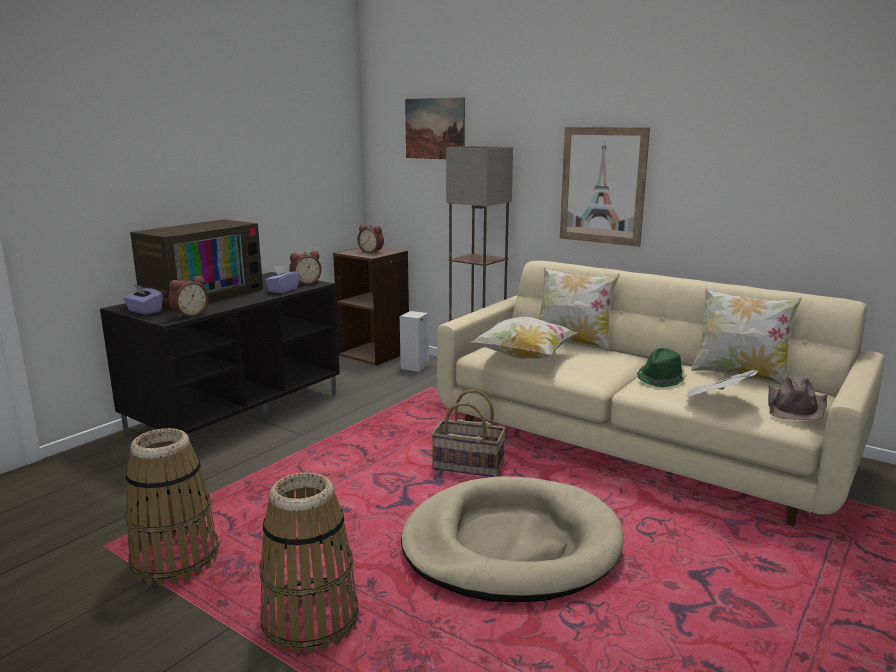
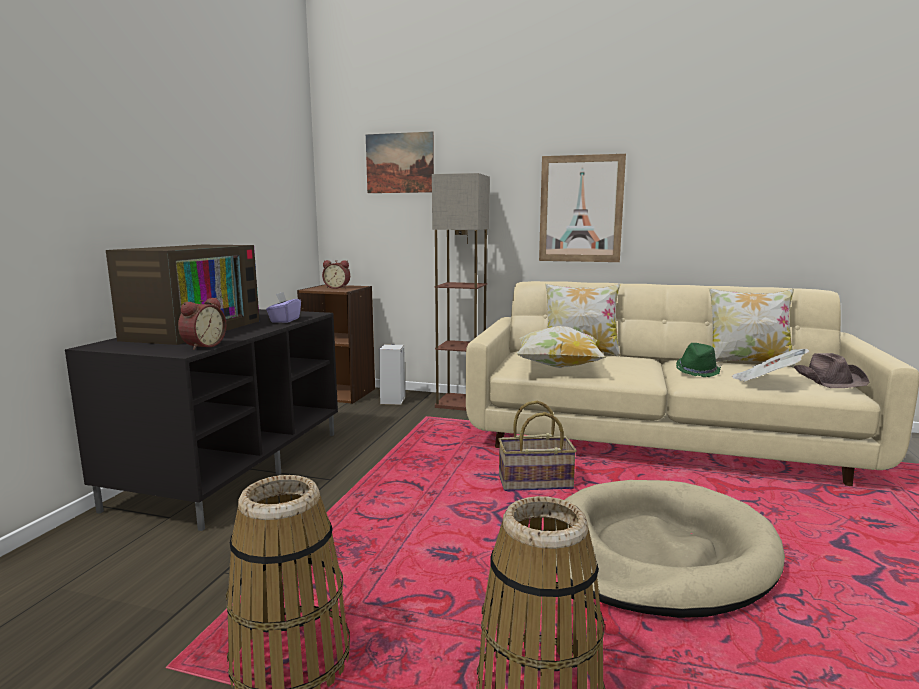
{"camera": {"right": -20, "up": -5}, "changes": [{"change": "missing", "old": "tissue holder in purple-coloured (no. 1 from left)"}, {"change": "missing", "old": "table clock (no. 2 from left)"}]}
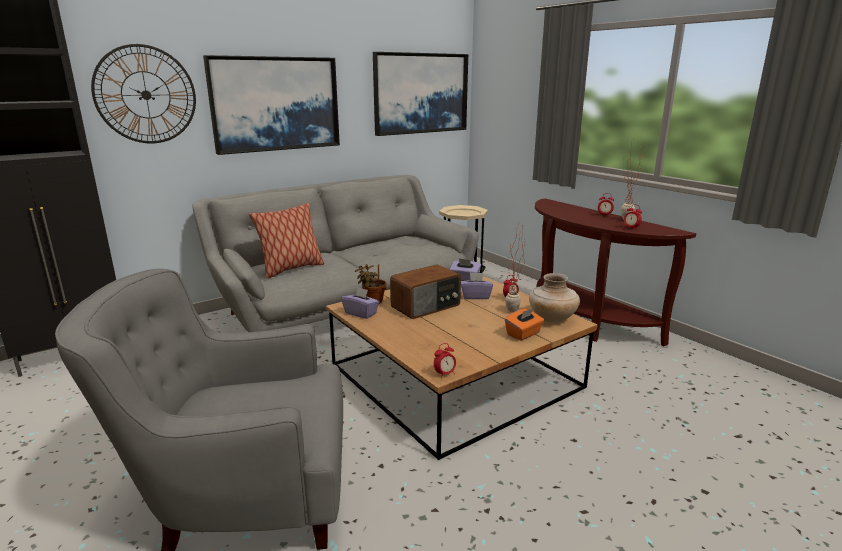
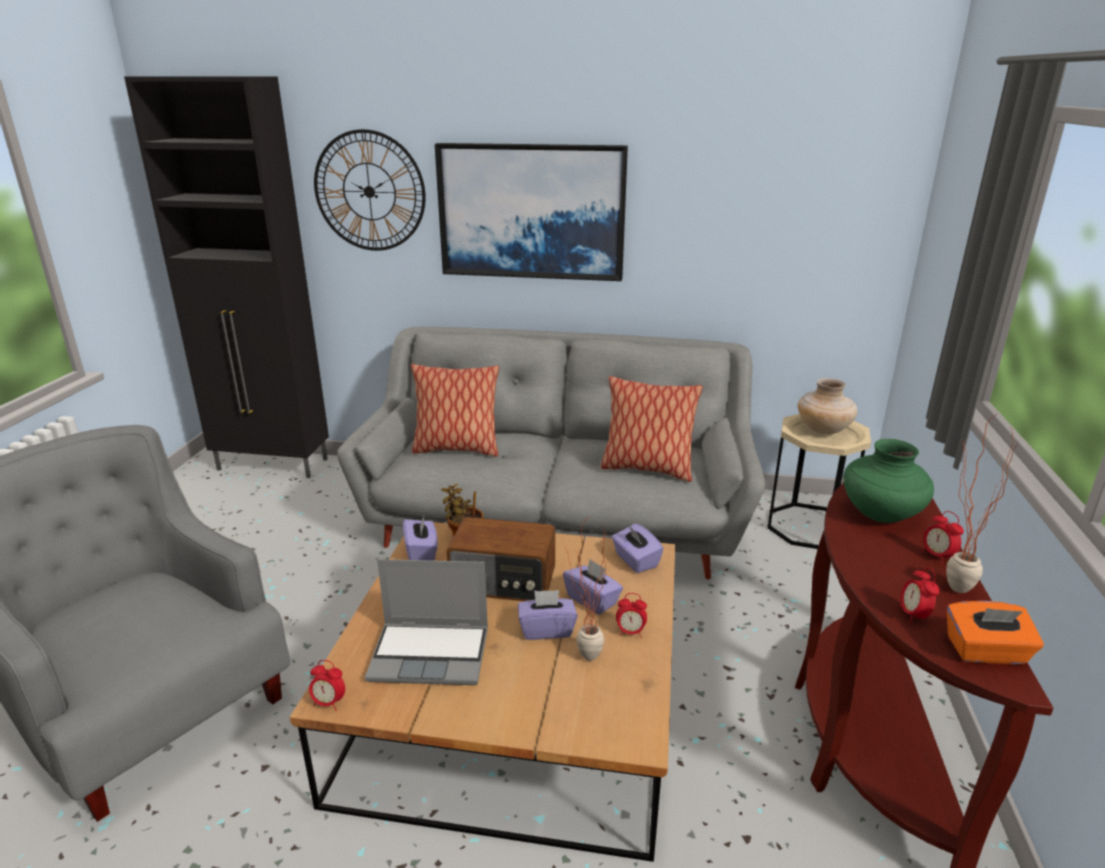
{"camera": {"right": 45, "up": 5}, "changes": [{"change": "missing", "old": "wall art (no. 2 from left)"}, {"change": "appeared", "new": "laptop"}, {"change": "appeared", "new": "tissue holder in purple-coloured (no. 2 from left)"}, {"change": "appeared", "new": "cushion (no. 2 from left)"}, {"change": "appeared", "new": "vase in green-coloured"}, {"change": "relocated", "old": "tissue holder in orange"}, {"change": "relocated", "old": "vase in sand-coloured"}]}
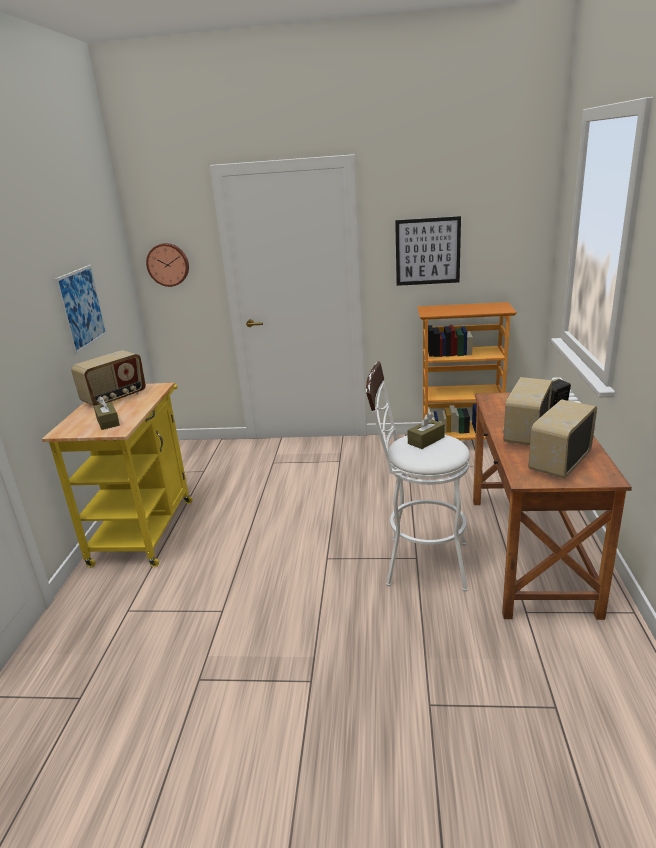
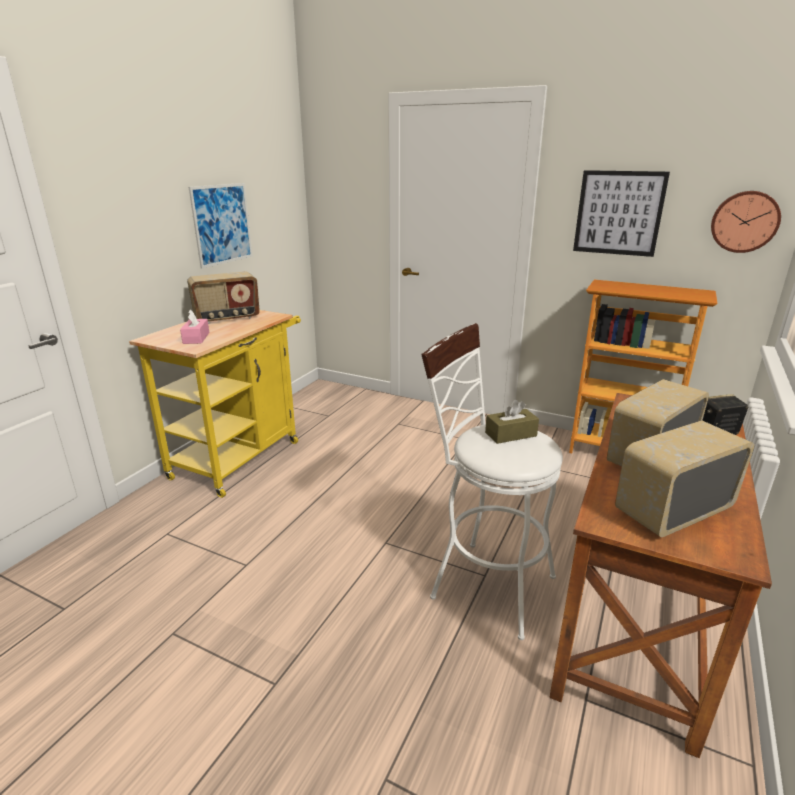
{"camera": {"right": 20, "up": 0}, "changes": [{"change": "relocated", "old": "hanging clock"}, {"change": "colour", "old": "tissue holder in brown (no. 1 from left)", "new": "tissue holder in pink"}]}
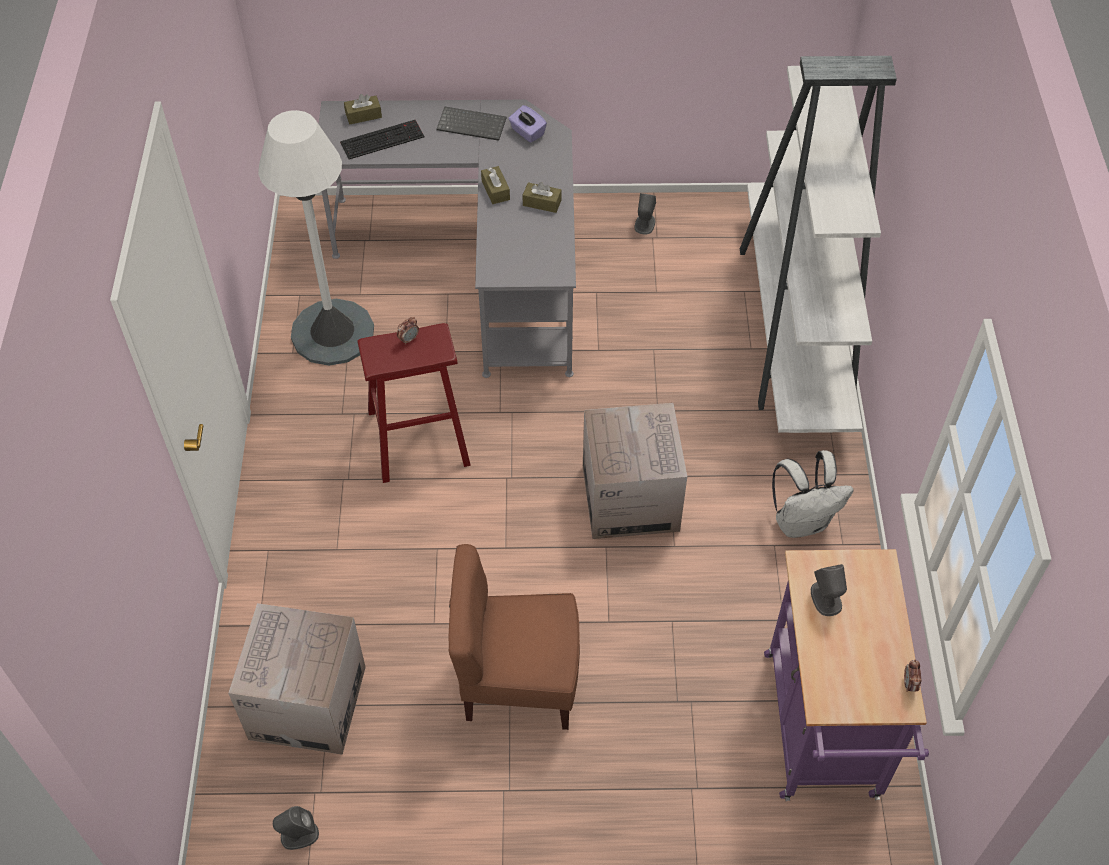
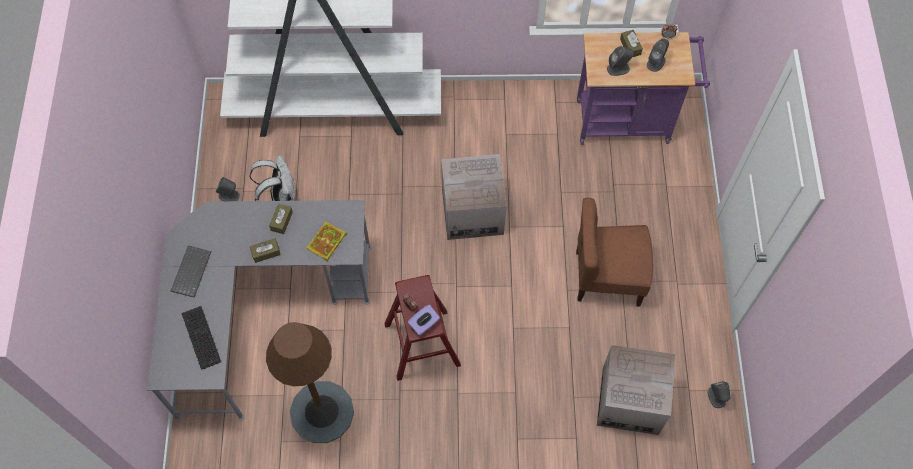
{"camera": {"right": -90, "up": 10}, "changes": [{"change": "appeared", "new": "volume"}, {"change": "appeared", "new": "loudspeaker in greyish (no. 3 from left)"}, {"change": "relocated", "old": "tissue holder in brown (no. 1 from left in the first image)", "new": "tissue holder in brown (no. 3 from left)"}, {"change": "relocated", "old": "tissue holder in purple-coloured"}, {"change": "relocated", "old": "knapsack in whitish"}, {"change": "colour", "old": "standard lamp in whitish", "new": "standard lamp in brown"}, {"change": "spun", "old": "chair in brown", "degrees": 90}]}
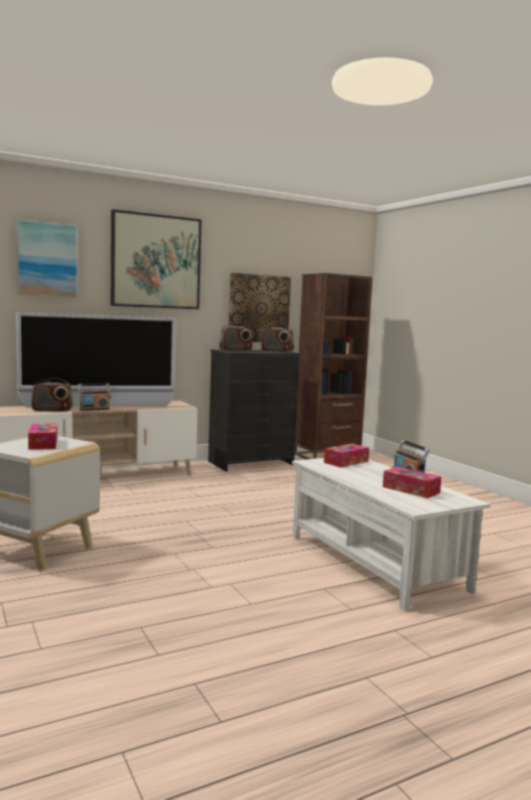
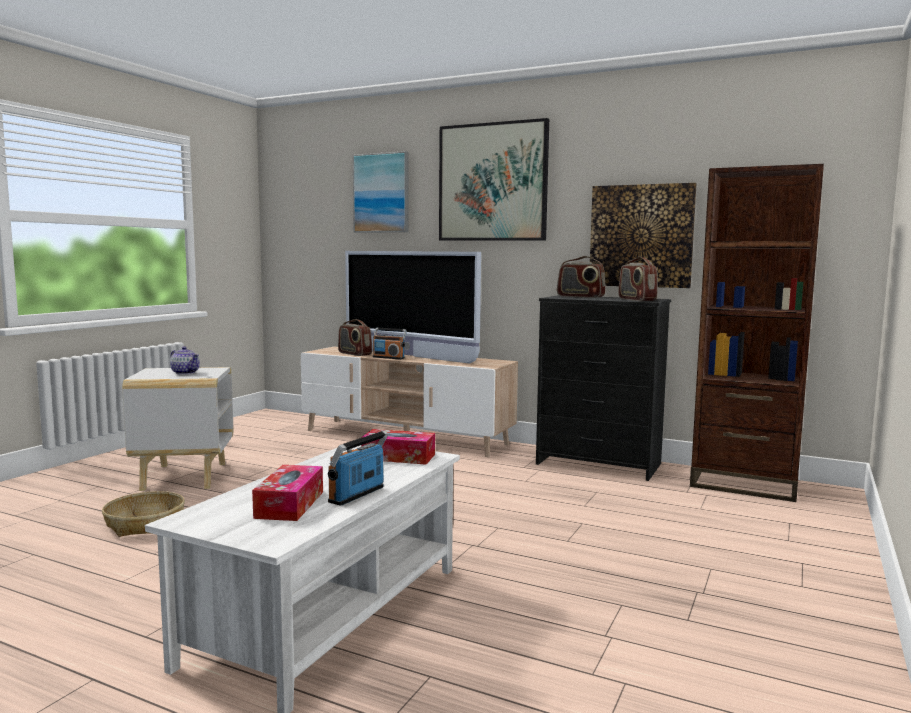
{"camera": {"right": 55, "up": 0}, "changes": [{"change": "appeared", "new": "basket"}, {"change": "exchanged", "old": "tissue holder (no. 1 from left)", "new": "teapot"}]}
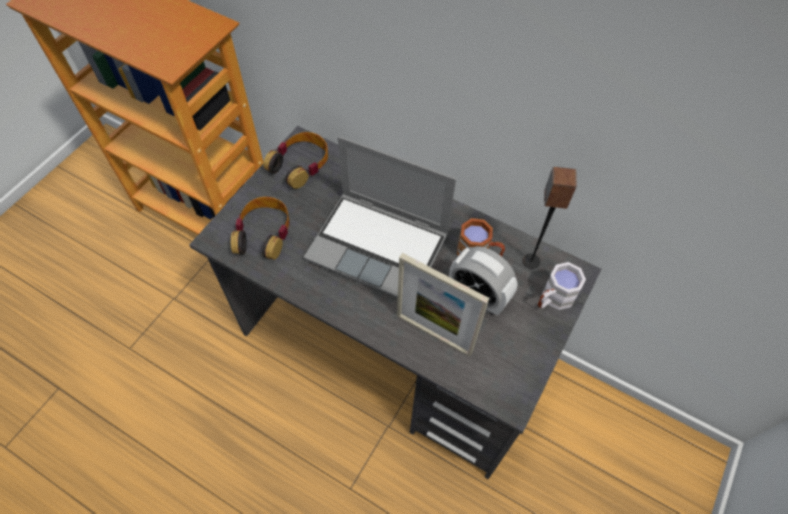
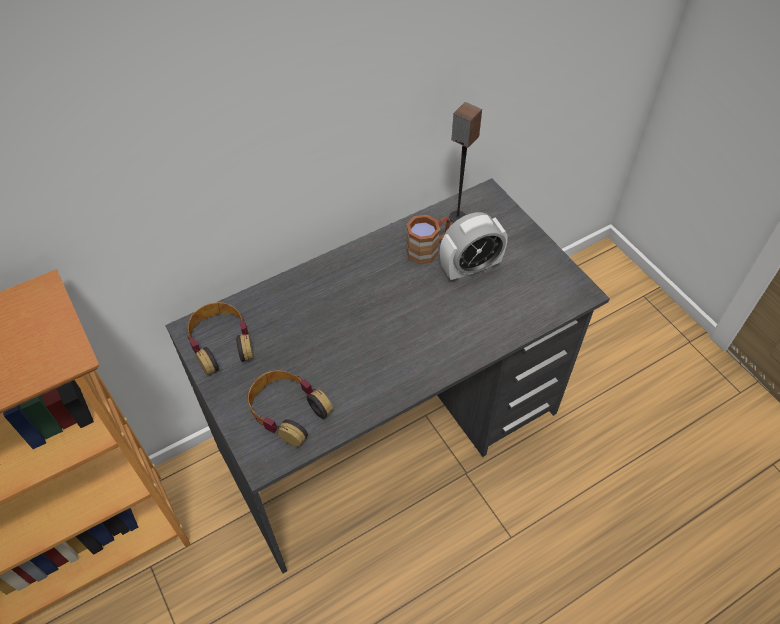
{"camera": {"right": -60, "up": -5}, "changes": [{"change": "missing", "old": "laptop"}, {"change": "missing", "old": "standing frame"}, {"change": "missing", "old": "mug in whitish"}]}
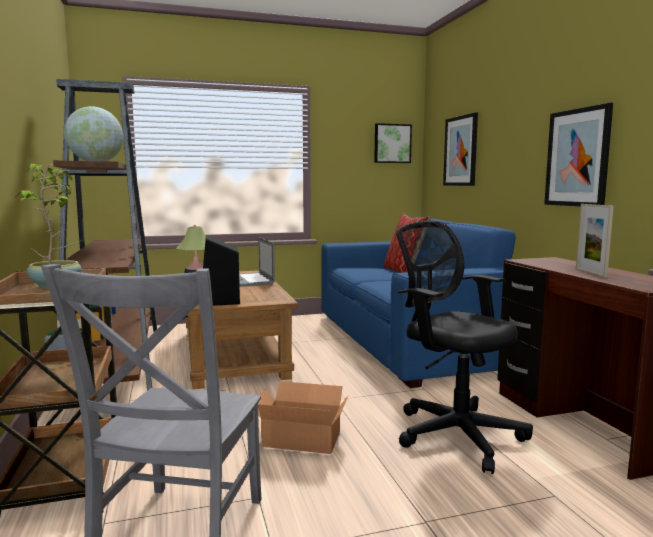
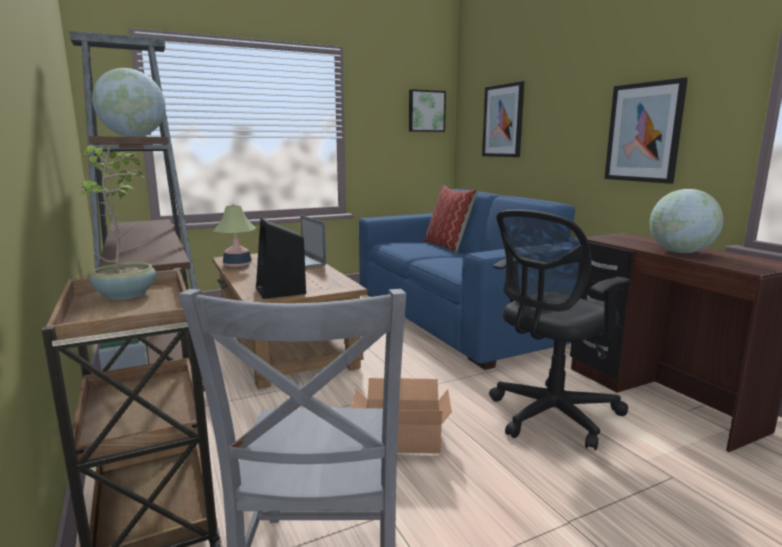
{"camera": {"right": -10, "up": 5}, "changes": [{"change": "exchanged", "old": "standing frame", "new": "globe (no. 2 from left)"}, {"change": "spun", "old": "computer chair in blackish", "degrees": -75}]}
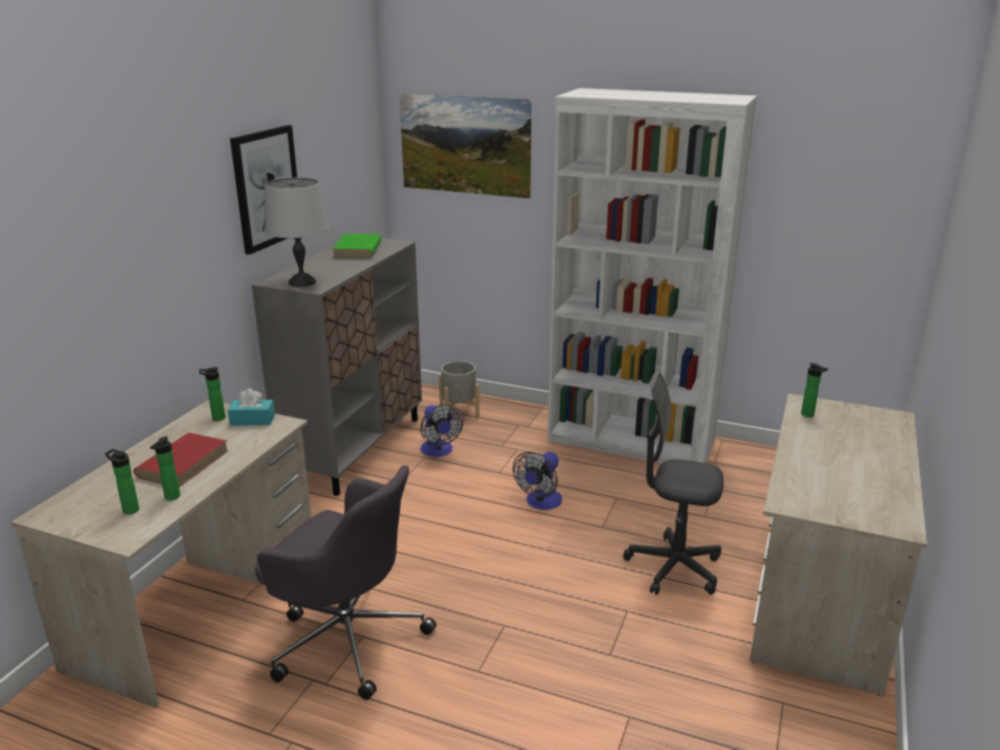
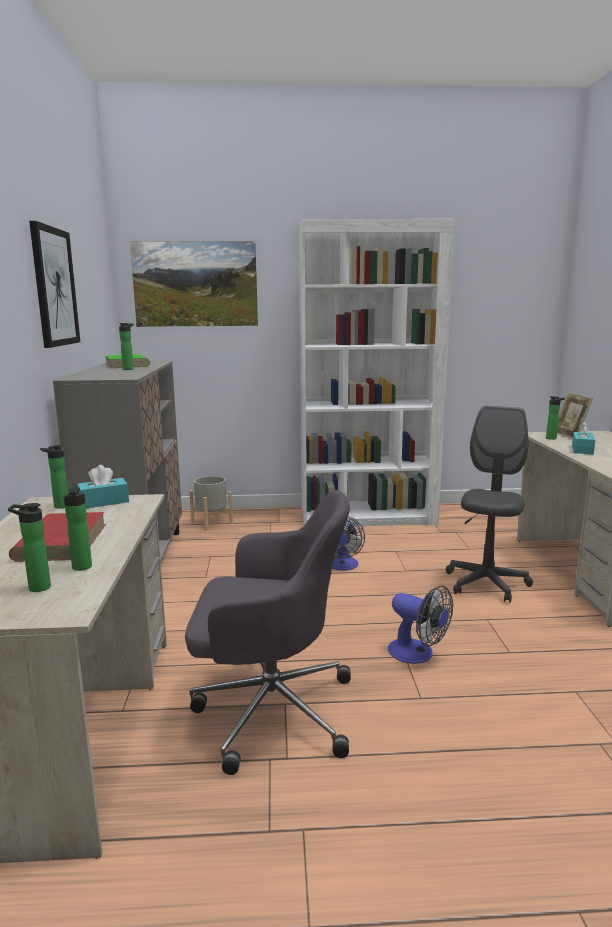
{"camera": {"right": -25, "up": -10}, "changes": [{"change": "missing", "old": "table lamp in greyish"}, {"change": "appeared", "new": "beverage bottle (no. 4 from left)"}, {"change": "appeared", "new": "standing frame"}, {"change": "appeared", "new": "tissue holder in blue-green (no. 2 from left)"}, {"change": "relocated", "old": "fan (no. 1 from left in the first image)", "new": "fan (no. 2 from left)"}, {"change": "spun", "old": "computer chair in greyish (no. 2 from left)", "degrees": 120}]}
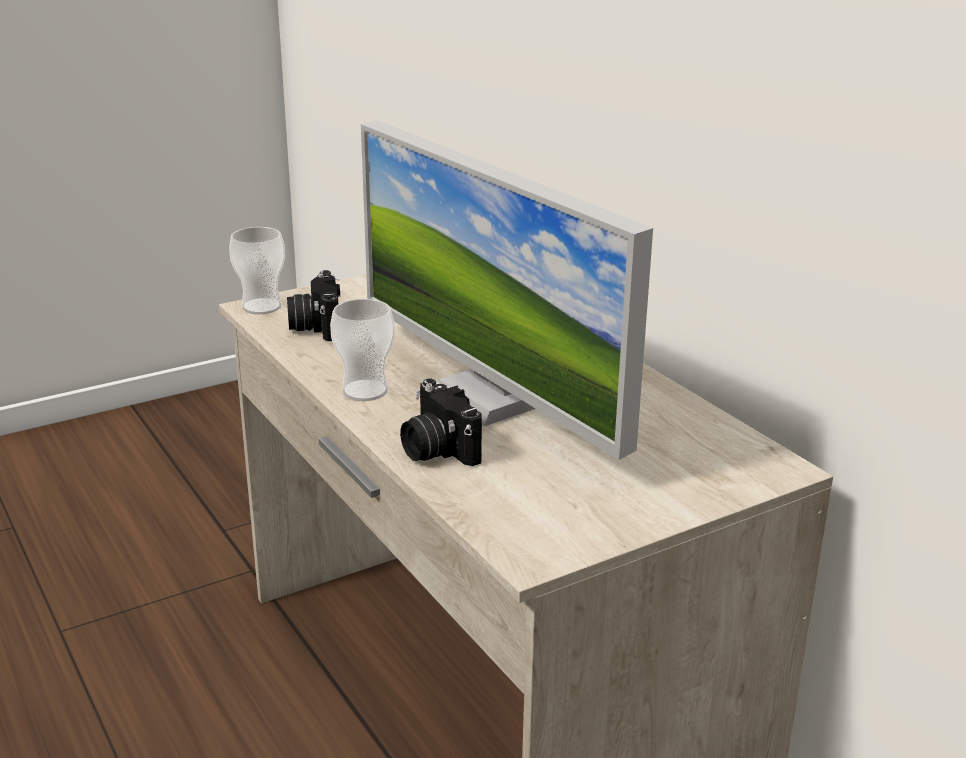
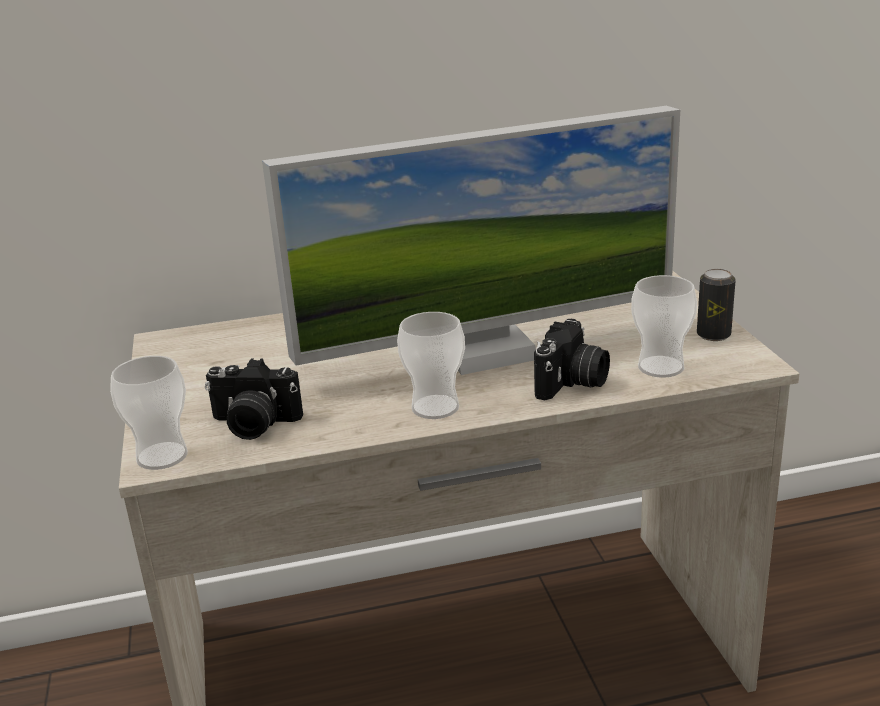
{"camera": {"right": -70, "up": 0}, "changes": [{"change": "appeared", "new": "cup (no. 3 from left)"}, {"change": "appeared", "new": "can"}, {"change": "spun", "old": "still camera (no. 2 from left)", "degrees": -45}]}
